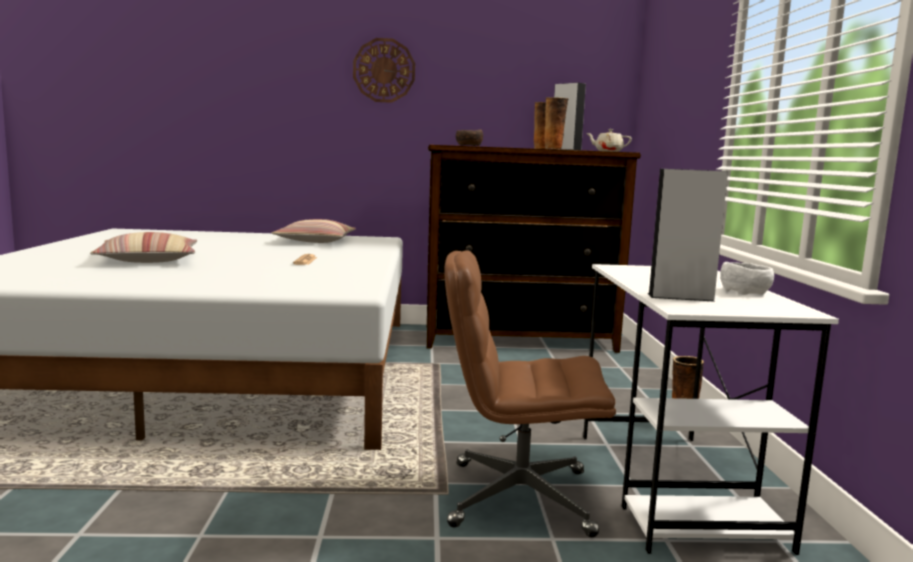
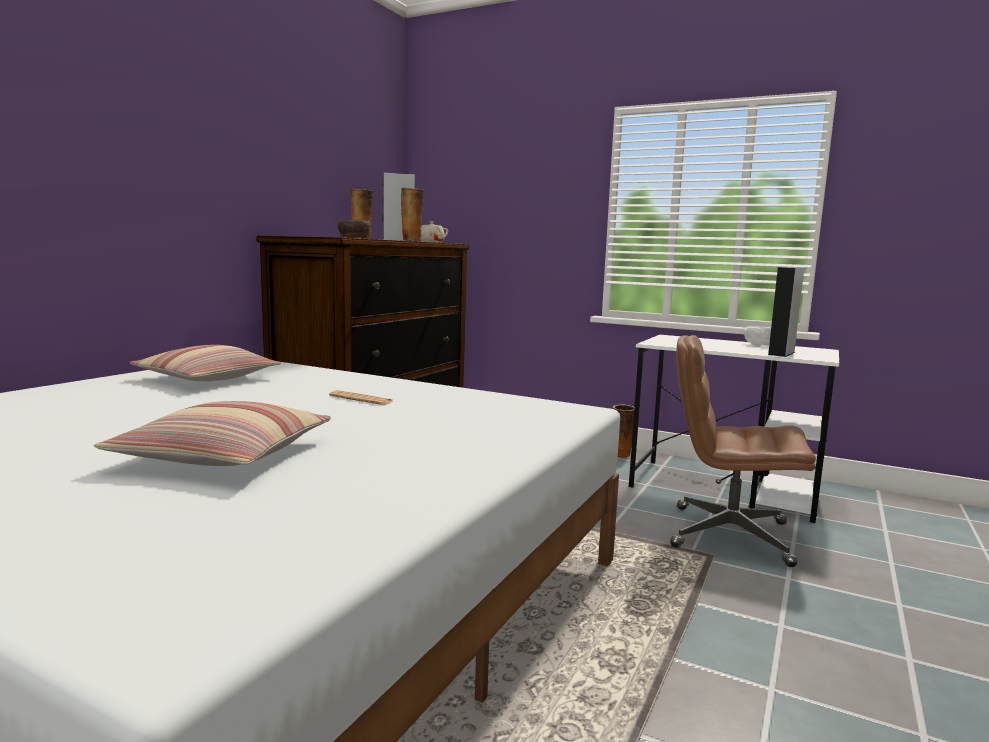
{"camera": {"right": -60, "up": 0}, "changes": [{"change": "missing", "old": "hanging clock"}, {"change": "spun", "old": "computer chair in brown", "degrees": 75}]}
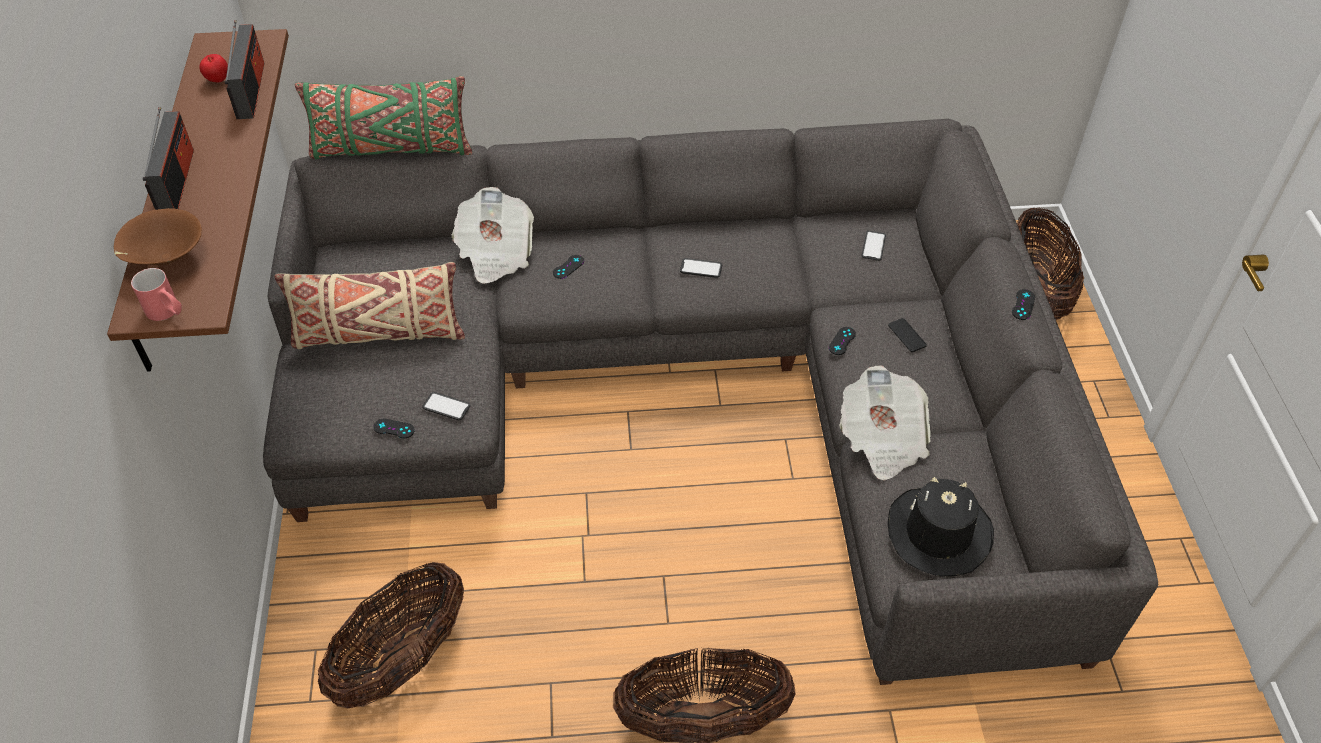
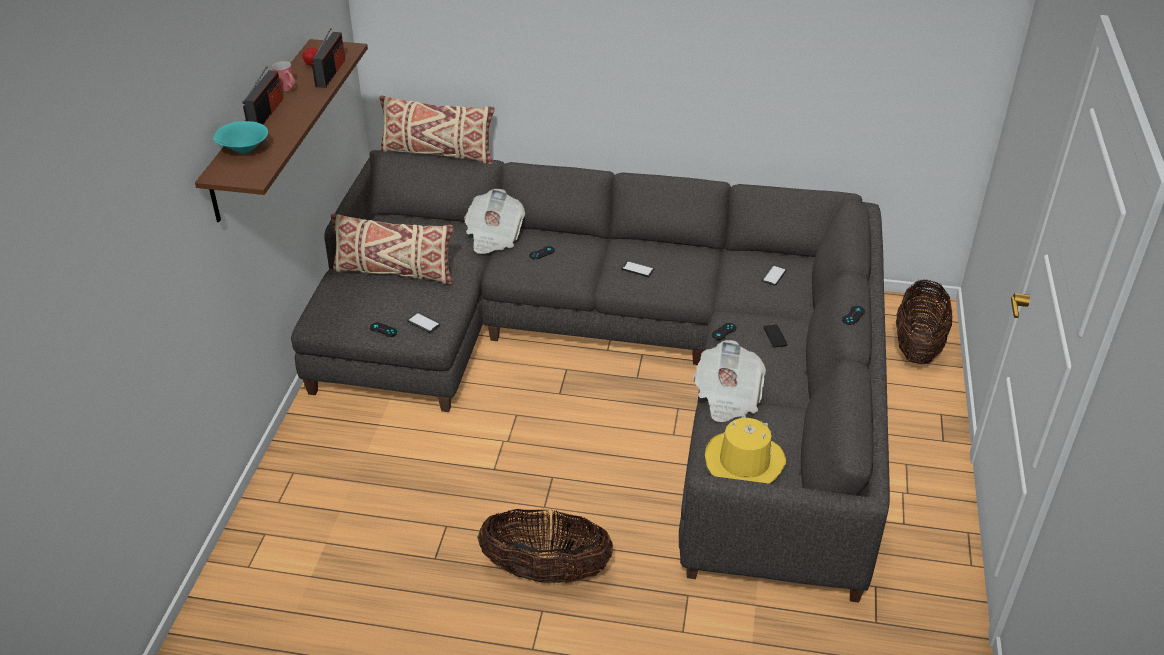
{"camera": {"right": 15, "up": -10}, "changes": [{"change": "missing", "old": "basket (no. 1 from left)"}, {"change": "relocated", "old": "mug in red"}, {"change": "colour", "old": "serving bowl in brown", "new": "serving bowl in blue-green"}, {"change": "colour", "old": "cushion in green-coloured", "new": "cushion in sand-coloured (no. 2 from left)"}, {"change": "colour", "old": "wearable hat in blackish", "new": "wearable hat in yellow-coloured"}]}
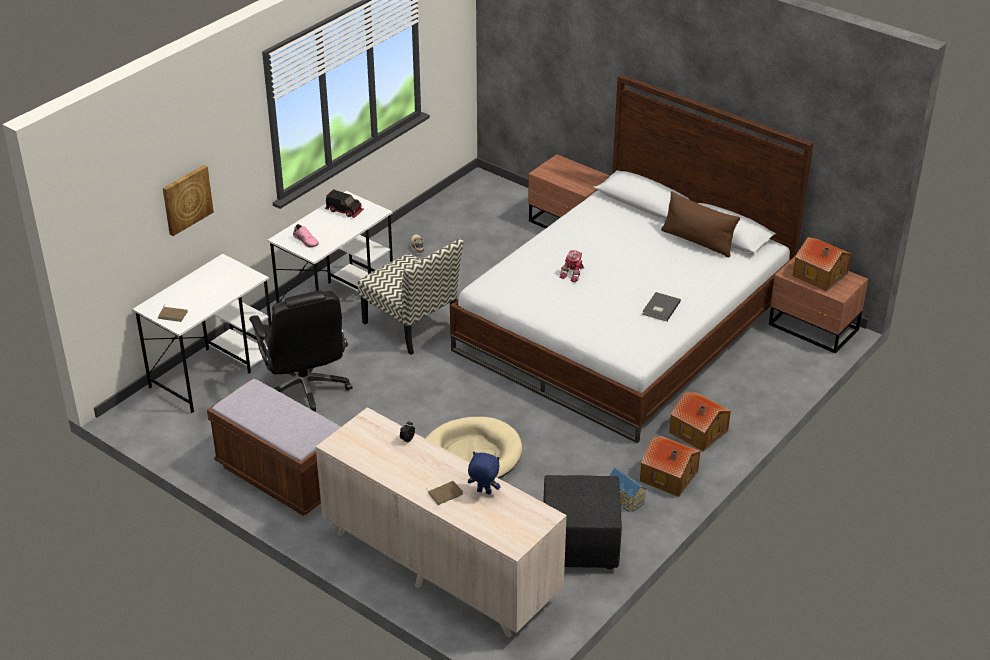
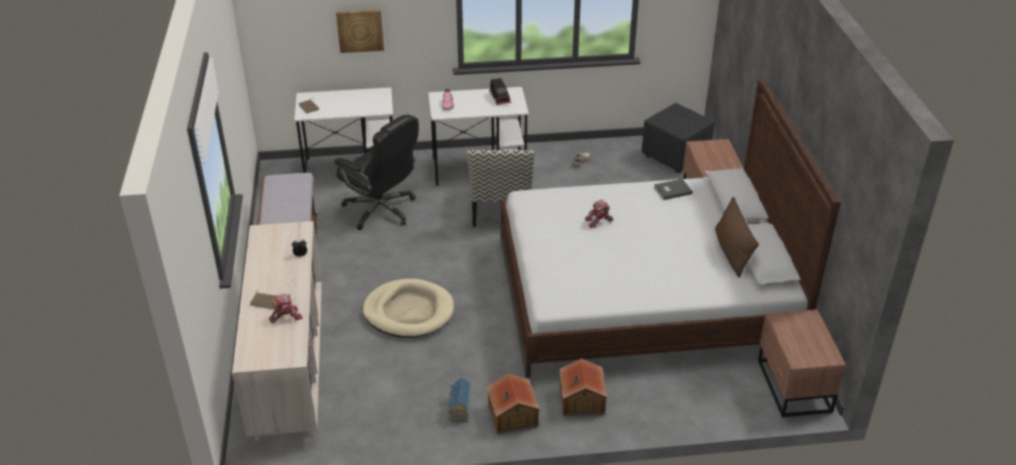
{"camera": {"right": 45, "up": 0}, "changes": [{"change": "missing", "old": "toy house (no. 4 from left)"}, {"change": "relocated", "old": "pouffe in blackish"}, {"change": "relocated", "old": "volume in greyish"}, {"change": "exchanged", "old": "soft toy in blue", "new": "model robot (no. 1 from left)"}, {"change": "spun", "old": "computer chair in blackish", "degrees": -75}]}
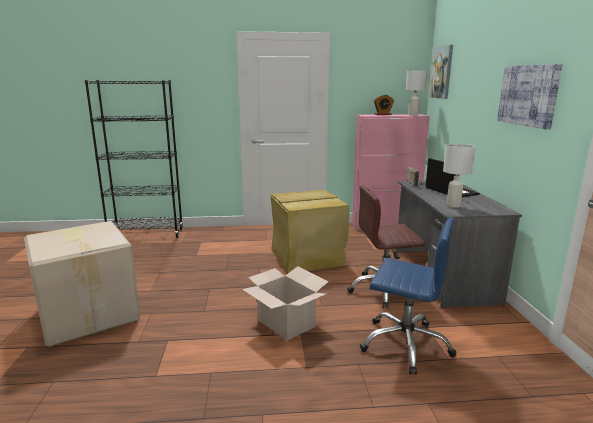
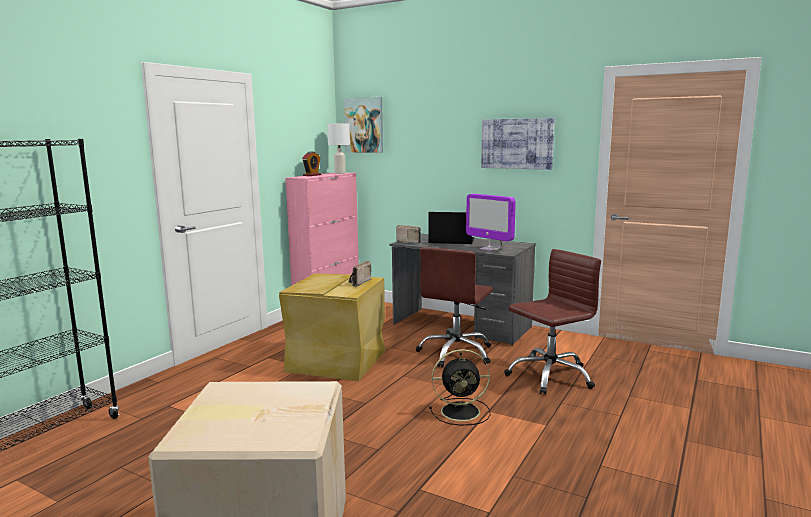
{"camera": {"right": -55, "up": -5}, "changes": [{"change": "appeared", "new": "radio (no. 1 from left)"}, {"change": "exchanged", "old": "cardboard box (no. 2 from left)", "new": "fan in blackish"}, {"change": "exchanged", "old": "table lamp in whitish (no. 2 from left)", "new": "computer display"}, {"change": "colour", "old": "computer chair in blue", "new": "computer chair in brown (no. 2 from left)"}]}
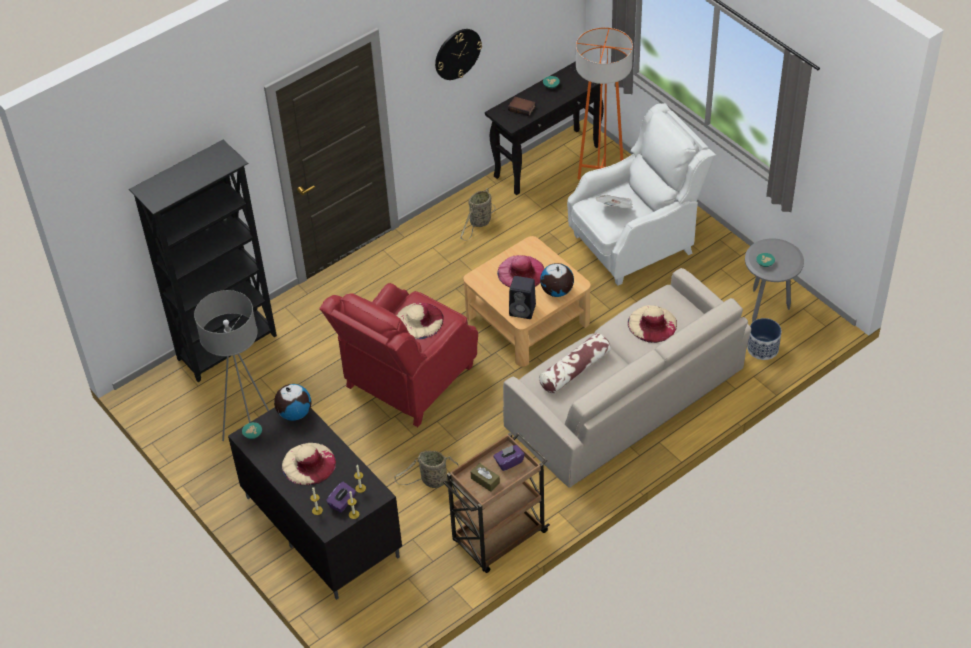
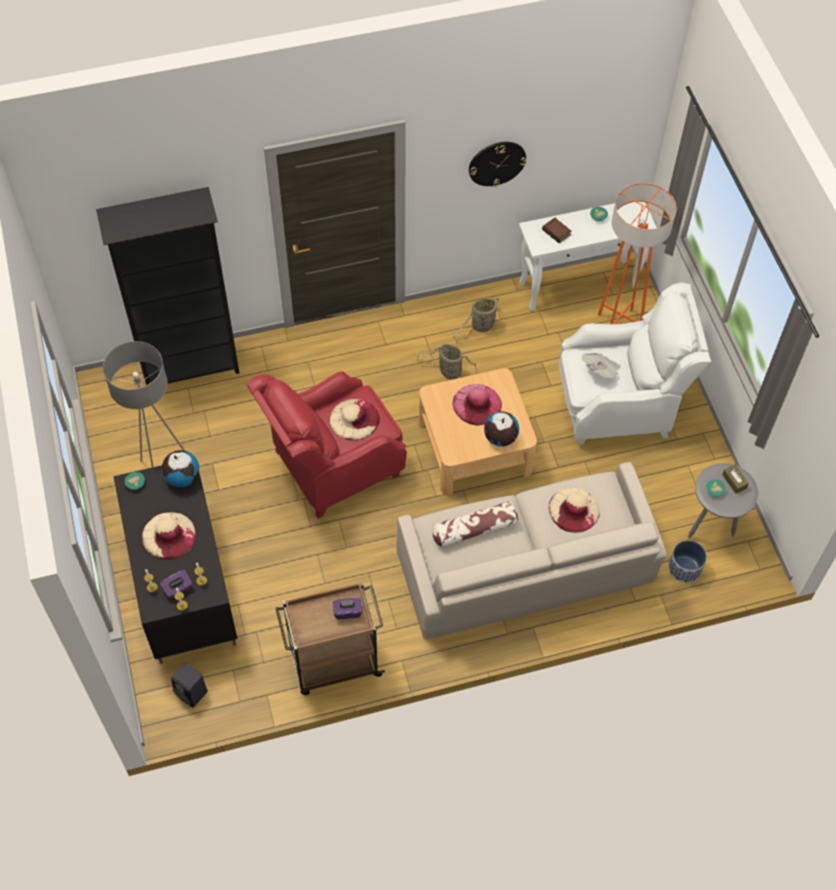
{"camera": {"right": 20, "up": 10}, "changes": [{"change": "relocated", "old": "basket (no. 1 from left)"}, {"change": "relocated", "old": "tissue holder in brown"}, {"change": "relocated", "old": "loudspeaker in blackish"}, {"change": "colour", "old": "narrow table in blackish", "new": "narrow table in whitish"}]}
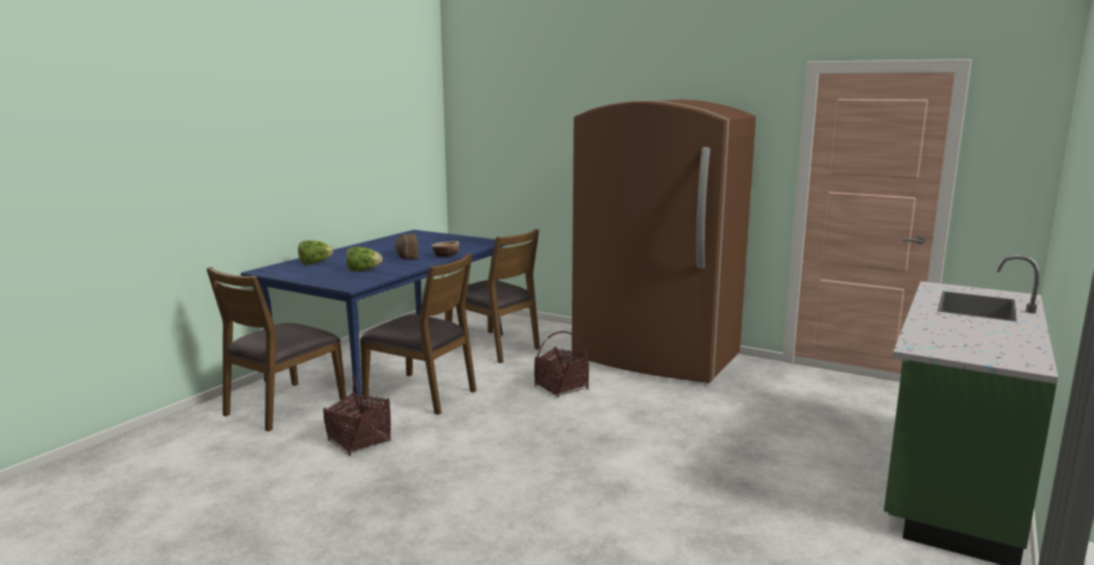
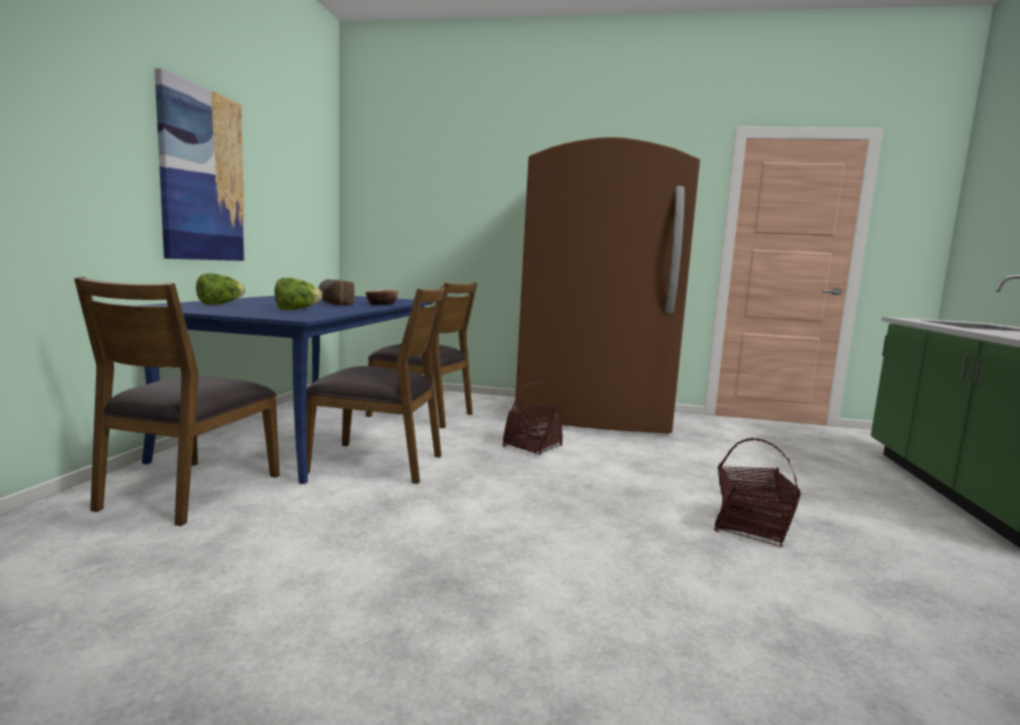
{"camera": {"right": -20, "up": -5}, "changes": [{"change": "appeared", "new": "wall art"}, {"change": "relocated", "old": "basket (no. 1 from left in the first image)", "new": "basket (no. 2 from left)"}]}
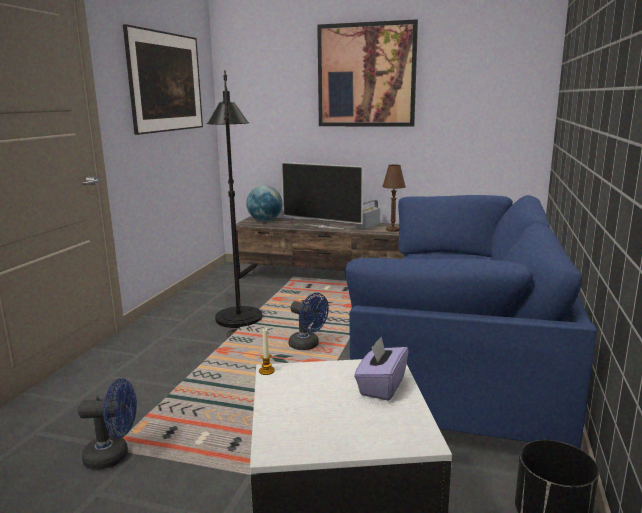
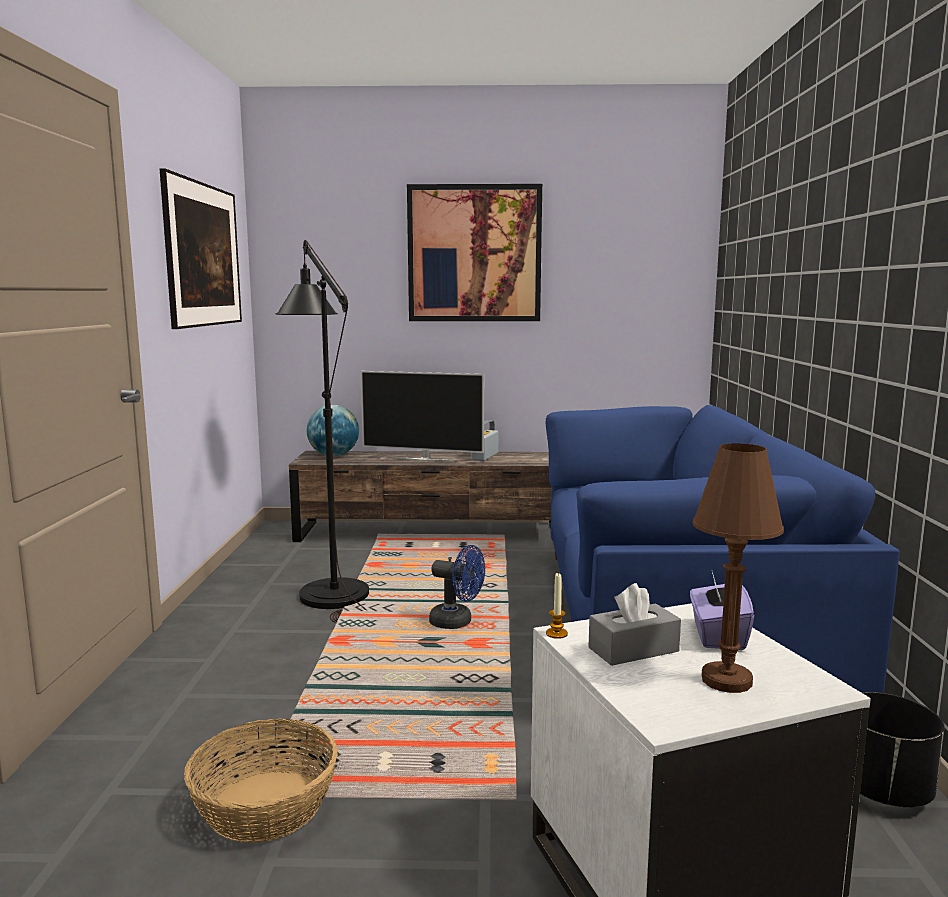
{"camera": {"right": -15, "up": -5}, "changes": [{"change": "appeared", "new": "tissue holder in greyish"}, {"change": "relocated", "old": "table lamp in brown"}, {"change": "exchanged", "old": "fan in blue (no. 1 from left)", "new": "basket"}]}
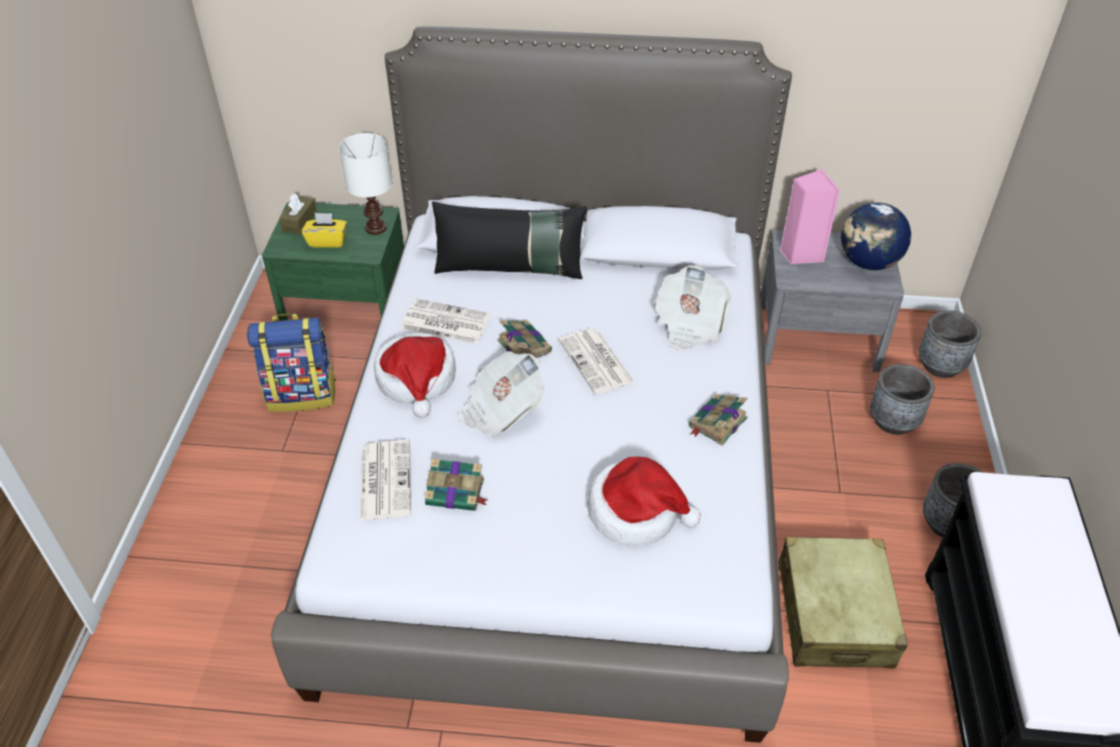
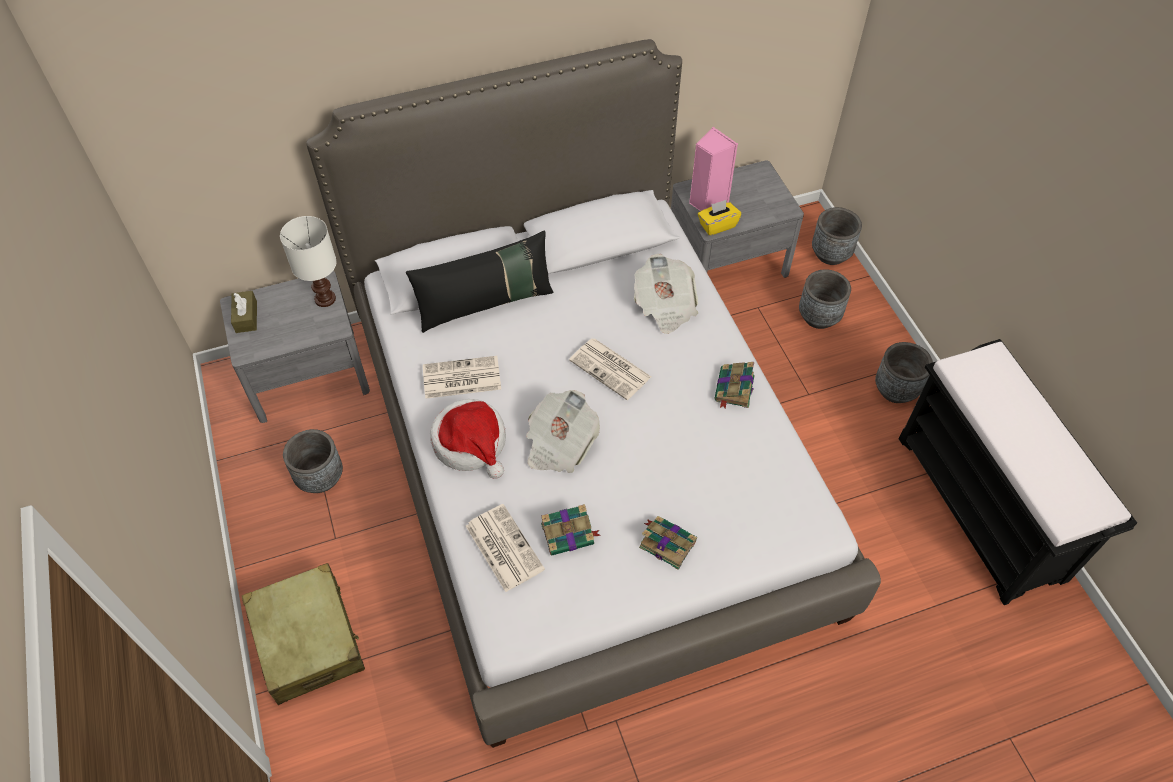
{"camera": {"right": -25, "up": 10}, "changes": [{"change": "missing", "old": "wearable hat (no. 2 from left)"}, {"change": "missing", "old": "globe"}, {"change": "relocated", "old": "tissue holder in yellow-coloured"}, {"change": "relocated", "old": "volume (no. 2 from left)"}, {"change": "relocated", "old": "suitcase in sand-coloured"}, {"change": "exchanged", "old": "knapsack", "new": "flower pot in greyish (no. 1 from left)"}, {"change": "colour", "old": "bedside table in green-coloured", "new": "bedside table in greyish (no. 1 from left)"}]}
